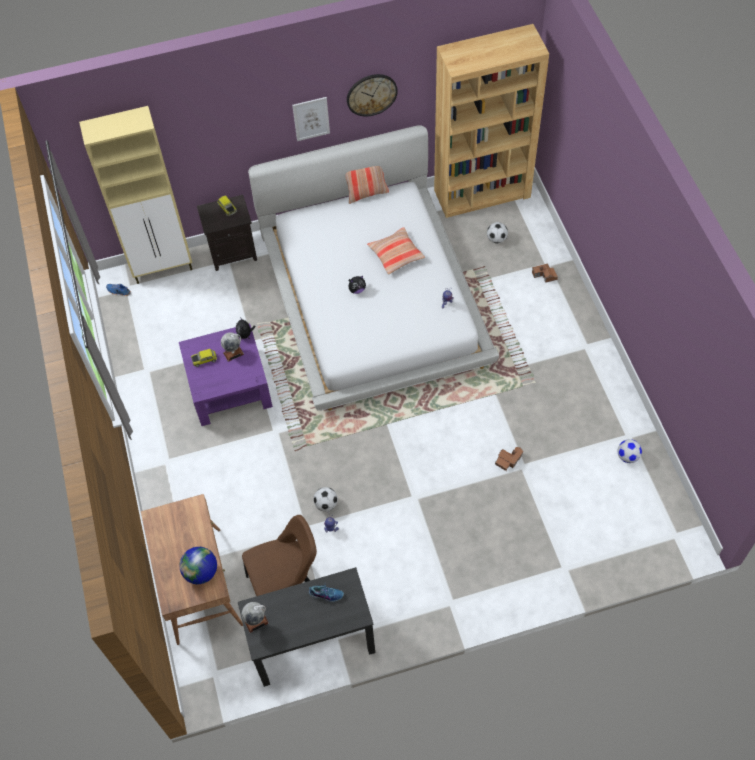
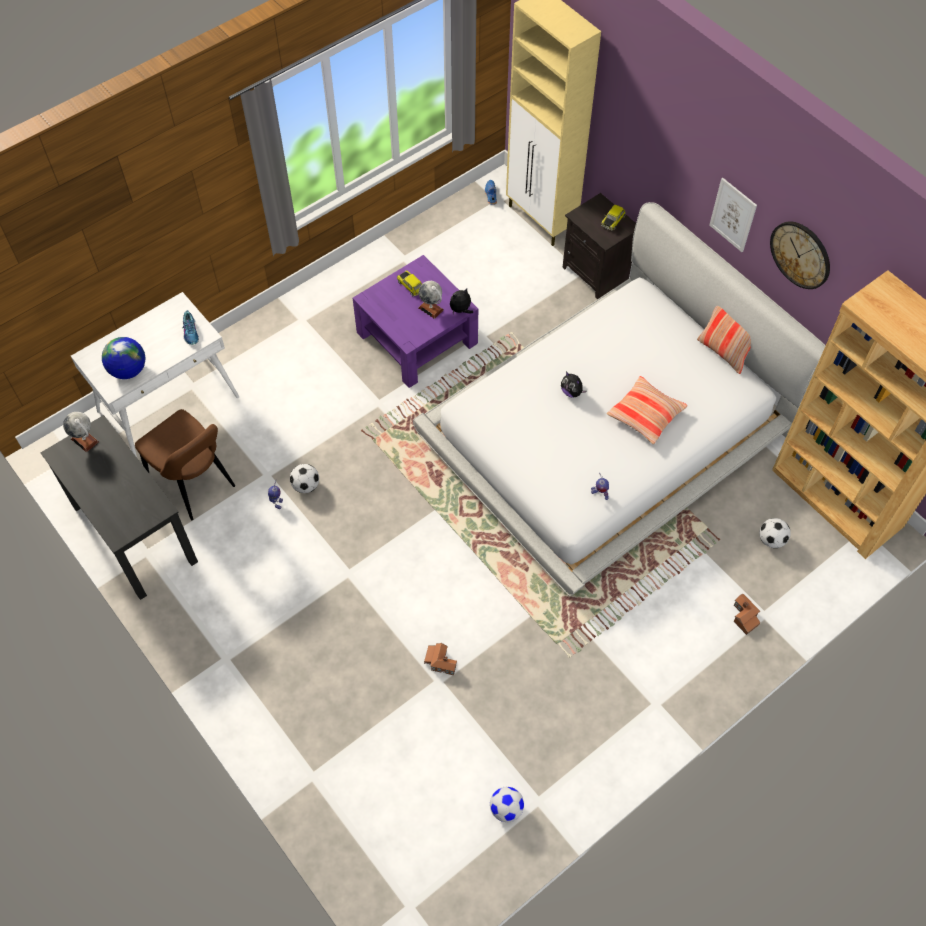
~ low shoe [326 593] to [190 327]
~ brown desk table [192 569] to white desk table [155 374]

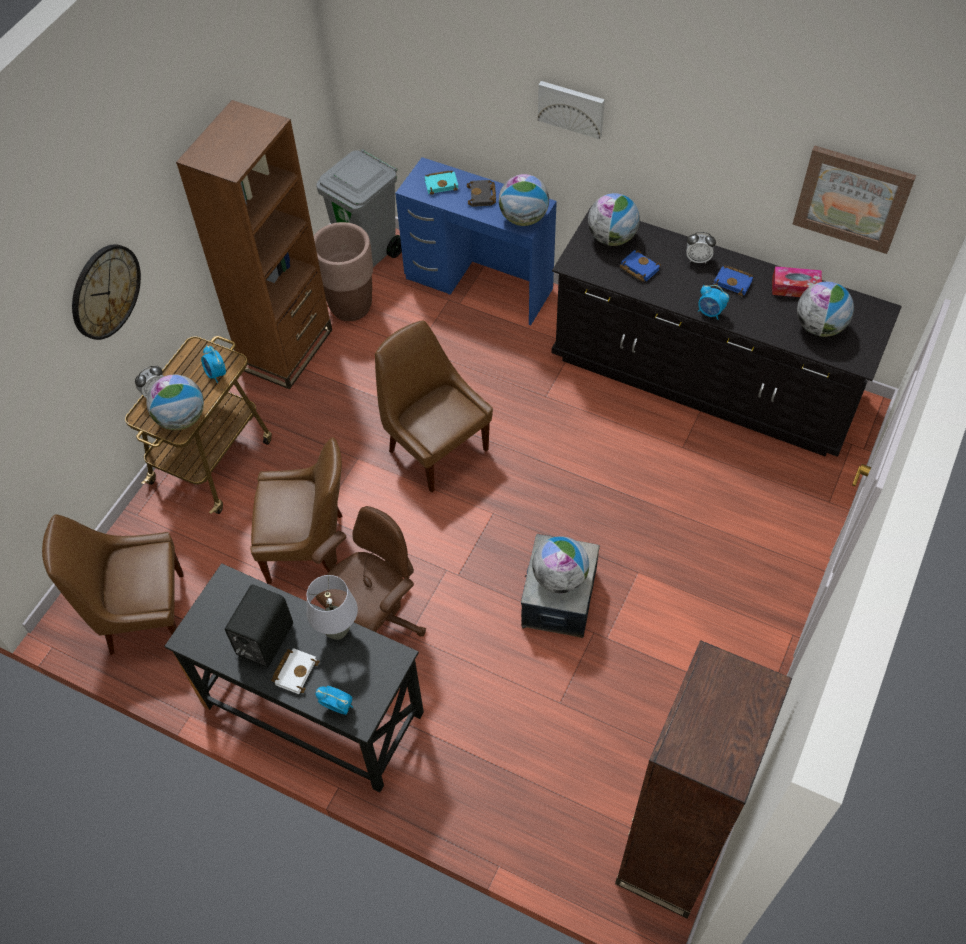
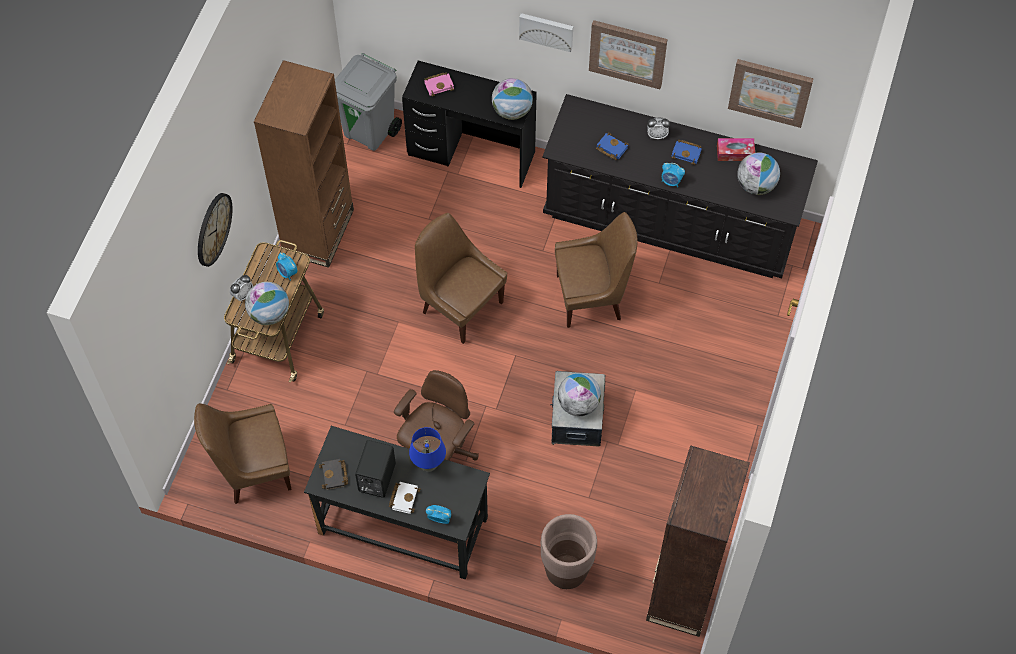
- desk globe [614 219]
+ wall picture [628 54]
~ brown upright chair [296 510] to [596 270]
~ brown planter [343 271] to [569 551]
~ black-coloured book [481 193] to [333 474]
~ grey tabletop lamp [332 607] to blue tabletop lamp [427 449]
~ blue desk table [476 241] to black-coloured desk table [469 124]
~ blue-green book [442 183] to pink-coloured book [439 84]

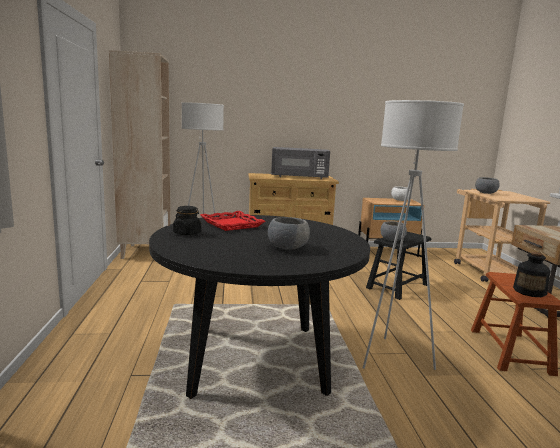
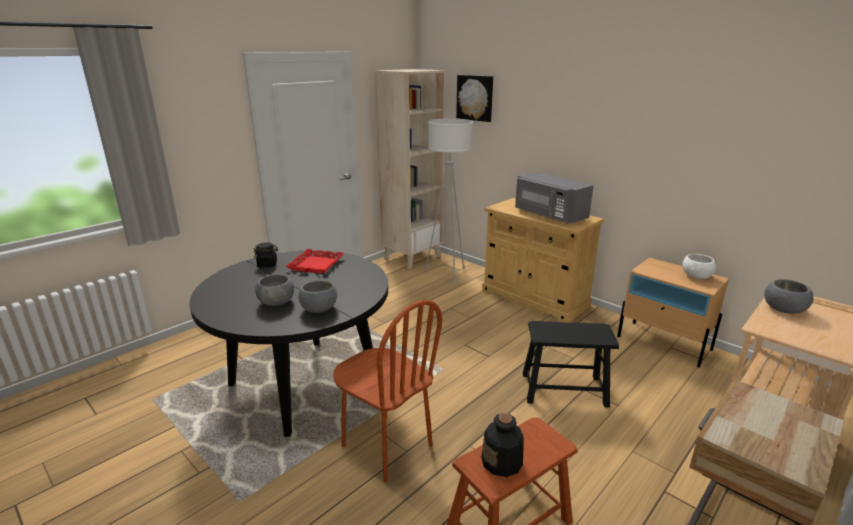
+ wall picture [474 98]
~ grey serving bowl [394 231] to [318 296]
~ white standard lamp [413 235] to brown upright chair [387 391]

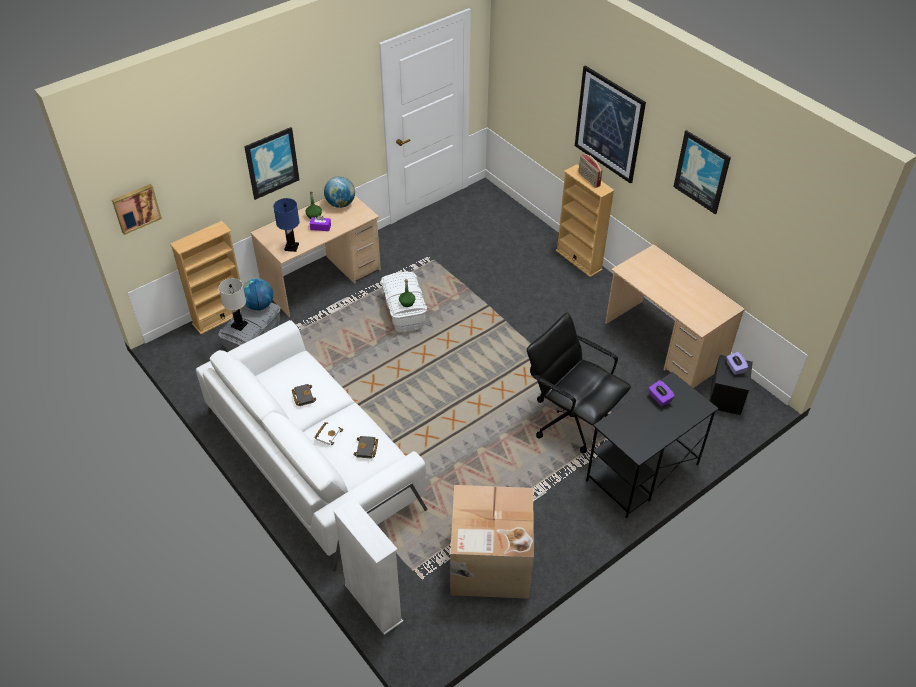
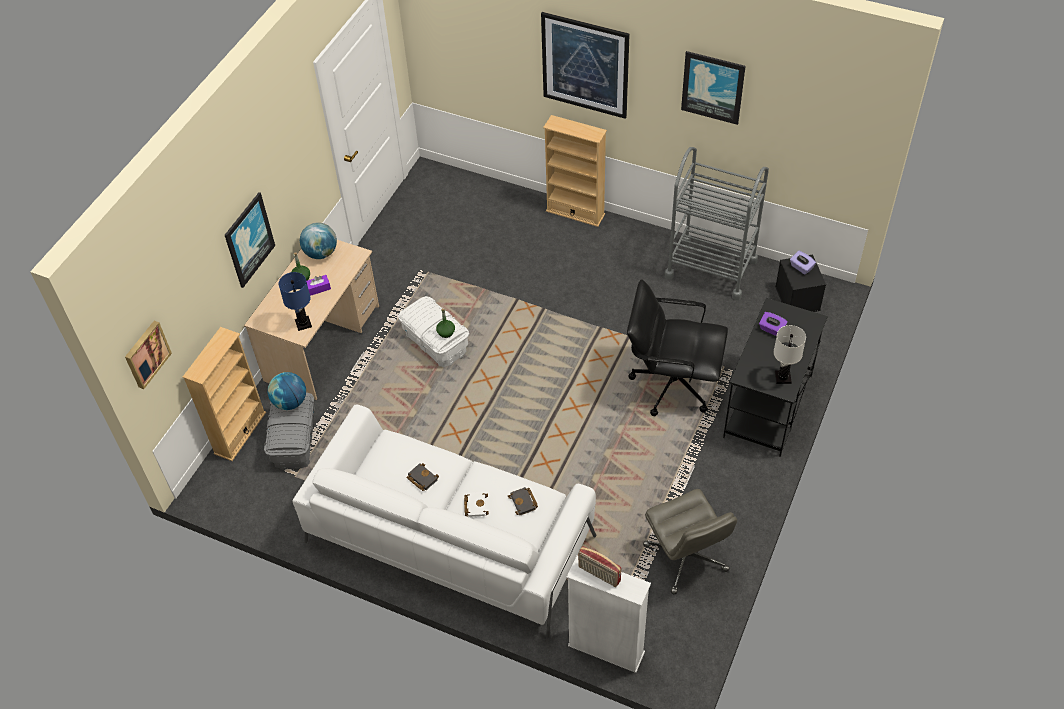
~ white tabletop lamp [233 304] to [790 354]
~ radio [590 171] to [599 566]
~ carton [492 542] to grey office chair [690 541]
~ beige desk table [675 316] to grey cart [717 223]

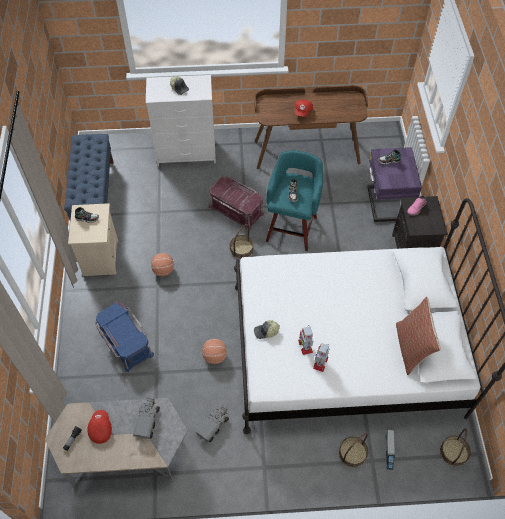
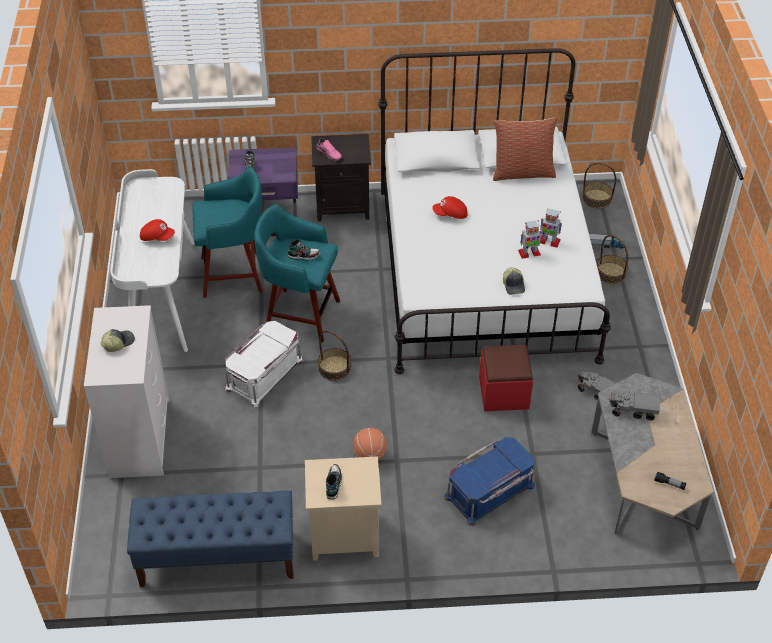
+ blue-green stool [227 232]
~ reddish baseball cap [99 427] to [450 207]
~ basketball [214 351] to reddish footrest [506 378]
~ reddish storage box [236 203] to white storage box [264 364]
~ brown desk table [311 127] to white desk table [152 260]

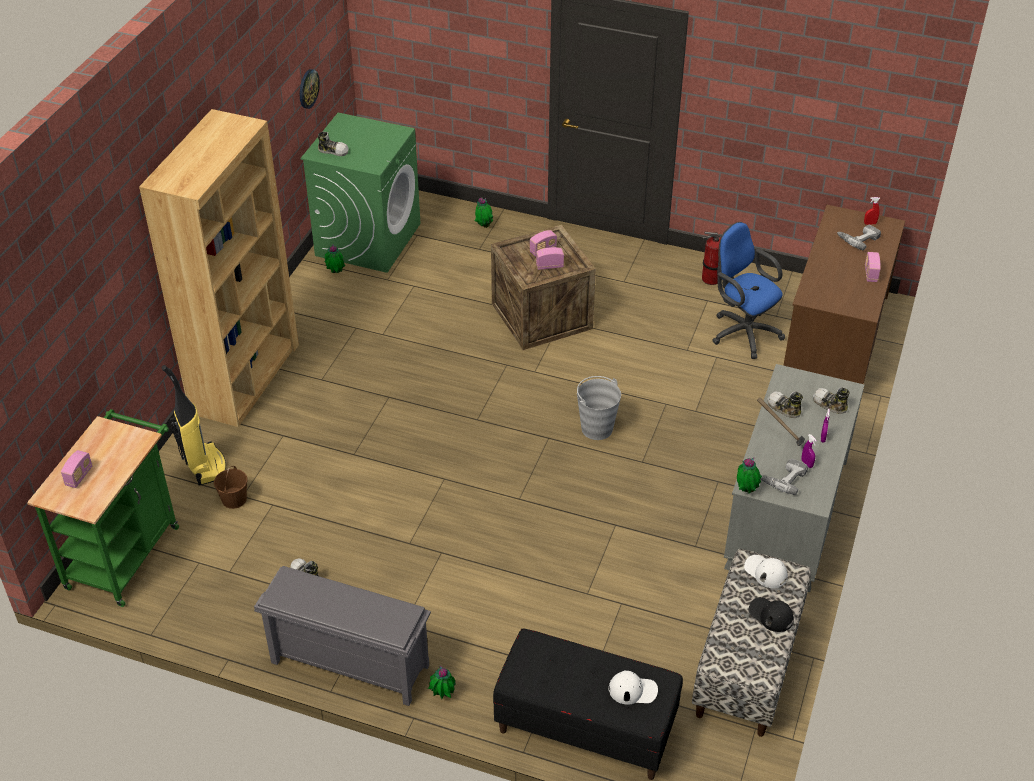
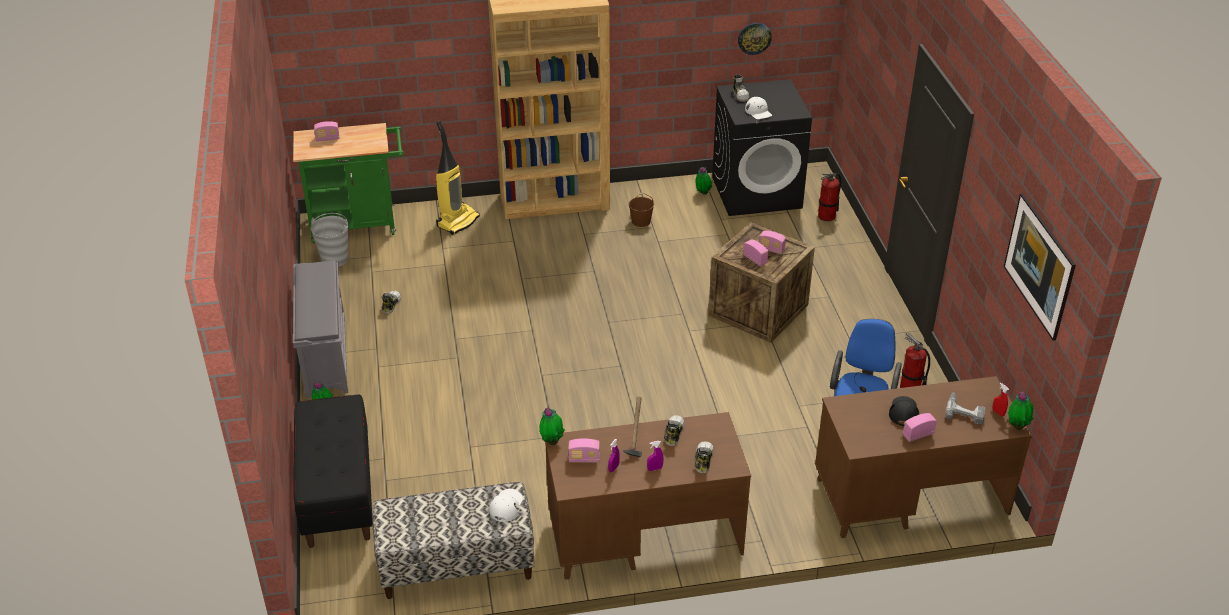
+ extinguisher [829 197]
+ wall picture [1040 267]
~ brown pail [231 487] to [641 210]
~ plant in a pot [484 212] to [1021 411]
~ grey pail [599 408] to [329 239]
~ white baseball cap [633 688] to [758 108]
~ black-coloured baseball cap [771 614] to [904 411]
~ power drill [784 477] to radio [584 450]
~ greenish laundry appliance [360 192] to black-coloured laundry appliance [762 147]
~ grey desk table [794 478] to brown desk table [648 496]

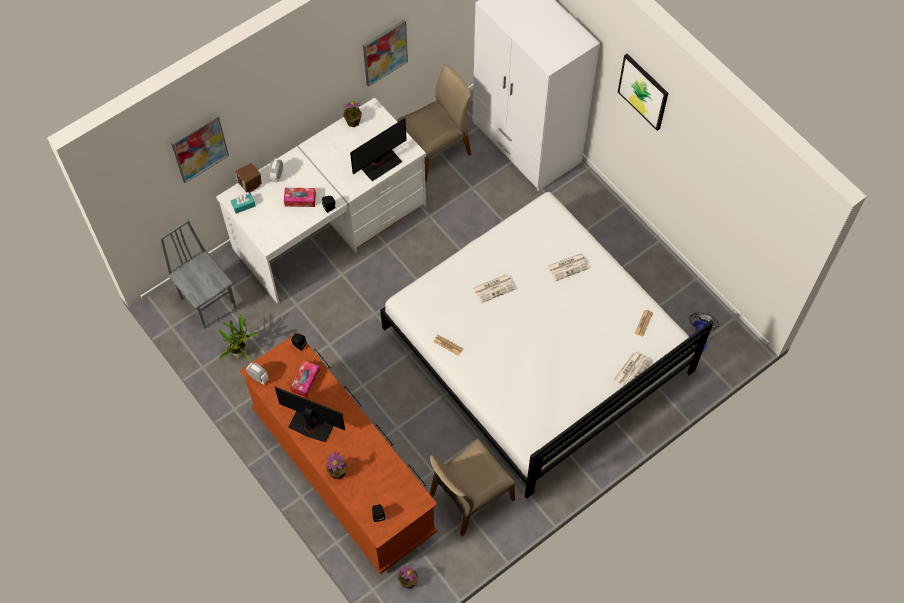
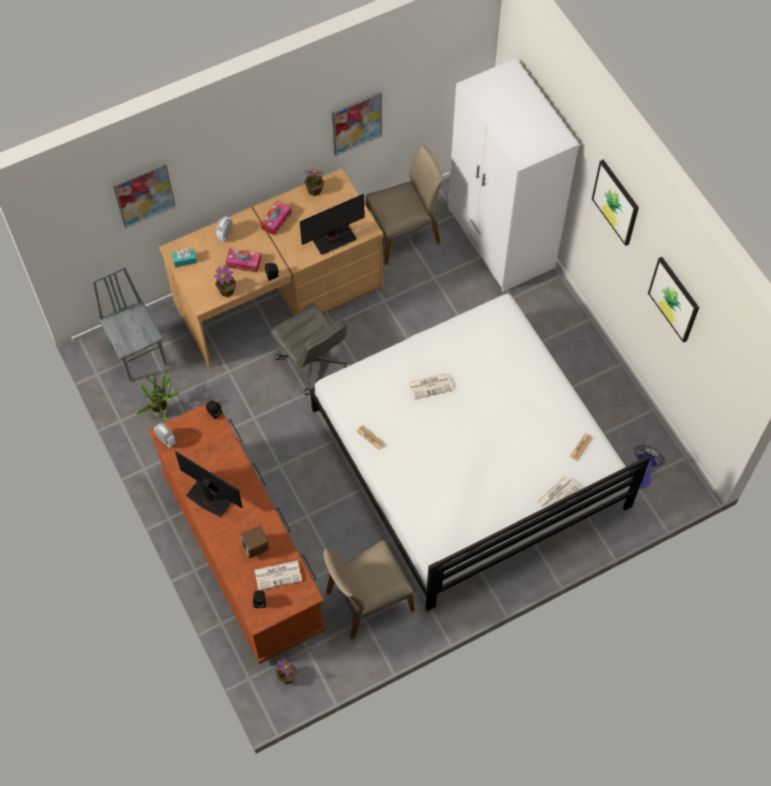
+ grey office chair [310 349]
+ wall picture [673 300]
~ brown speaker [248 178] to [254 542]
~ tissue box [305 379] to [275 218]
~ plant in a pot [336 465] to [225 281]
~ printed paper [568 267] to [278 575]
~ white desk table [321 201] to brown desk table [271 268]

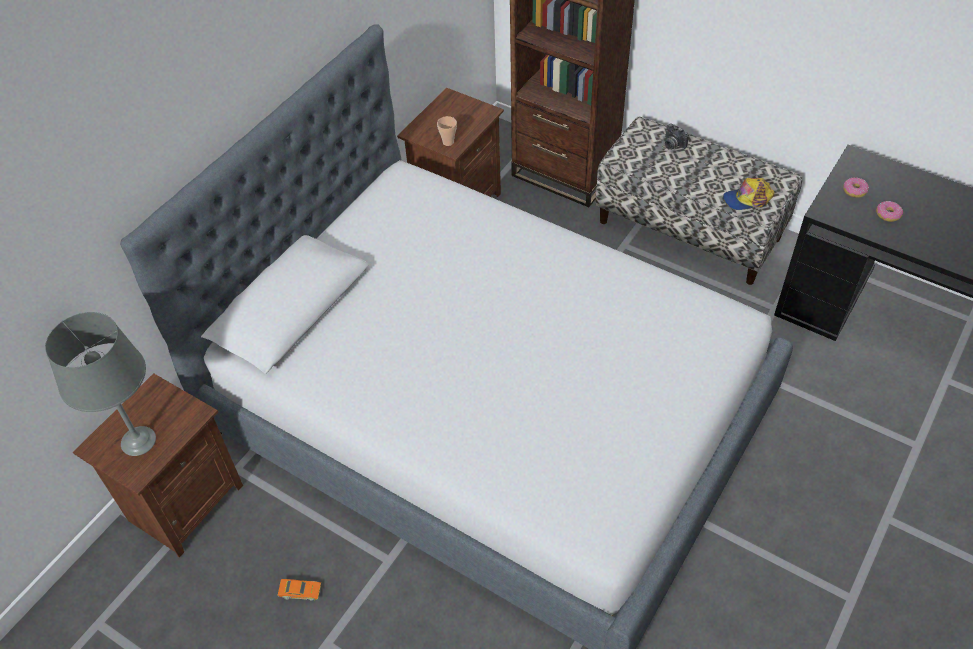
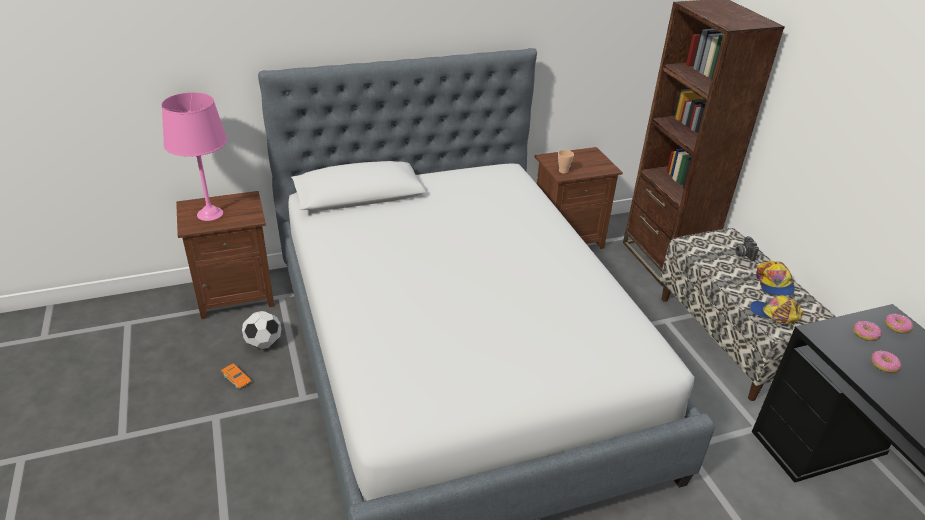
+ ball for football [261 330]
+ baseball cap [775 278]
+ doughnut [899 324]
~ grey tabletop lamp [100 384] to pink-coloured tabletop lamp [194 156]

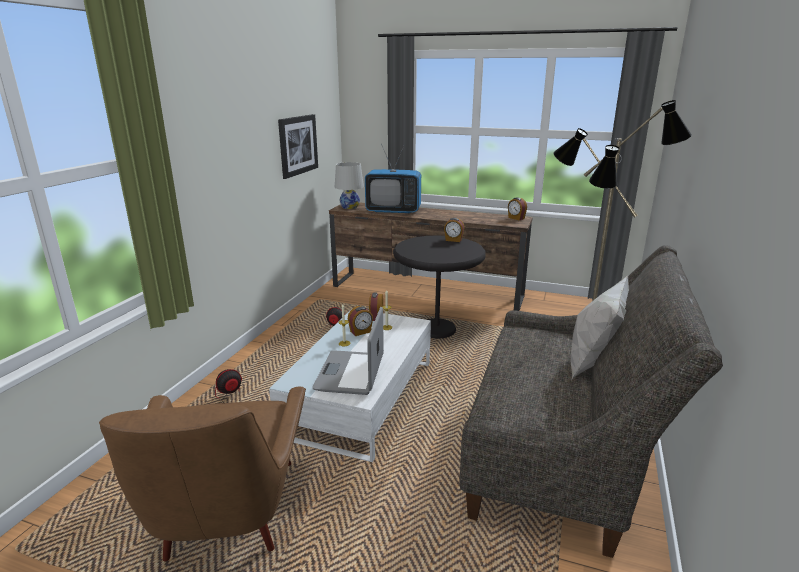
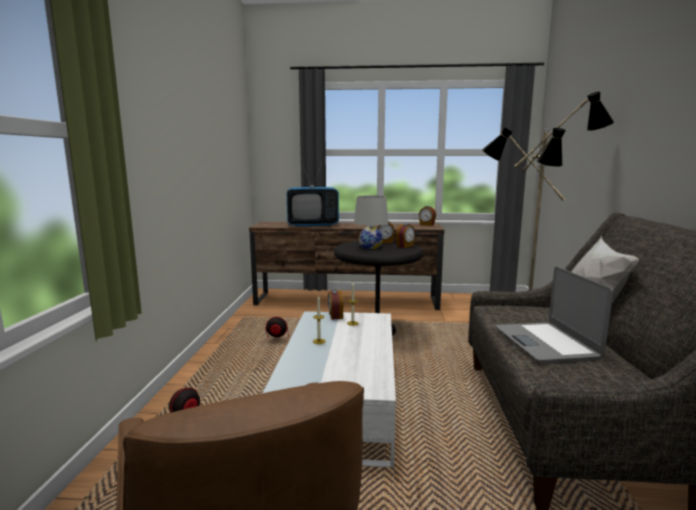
- wall picture [298 146]
~ notebook computer [348 351] to [554 315]
~ white tabletop lamp [349 185] to [371 222]
~ table clock [360 321] to [405 236]

